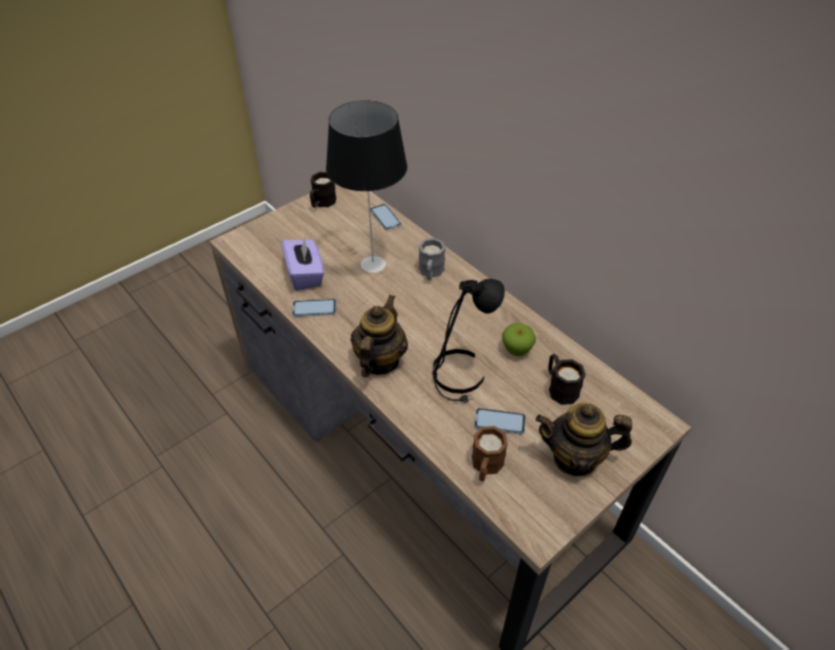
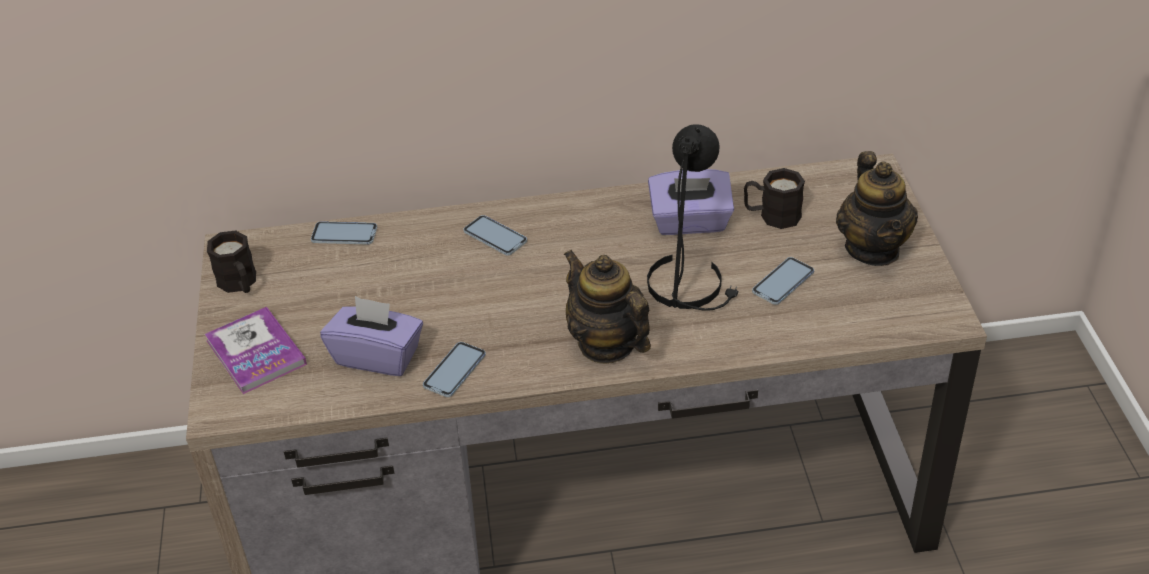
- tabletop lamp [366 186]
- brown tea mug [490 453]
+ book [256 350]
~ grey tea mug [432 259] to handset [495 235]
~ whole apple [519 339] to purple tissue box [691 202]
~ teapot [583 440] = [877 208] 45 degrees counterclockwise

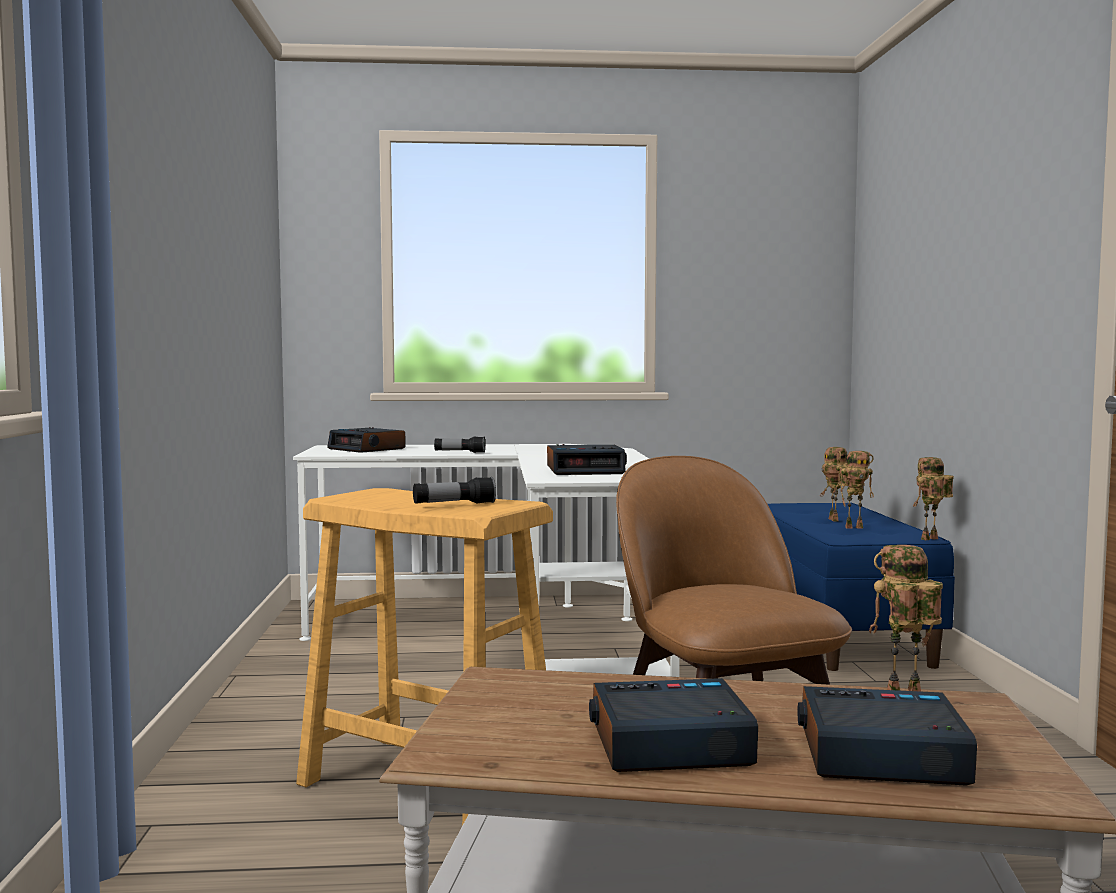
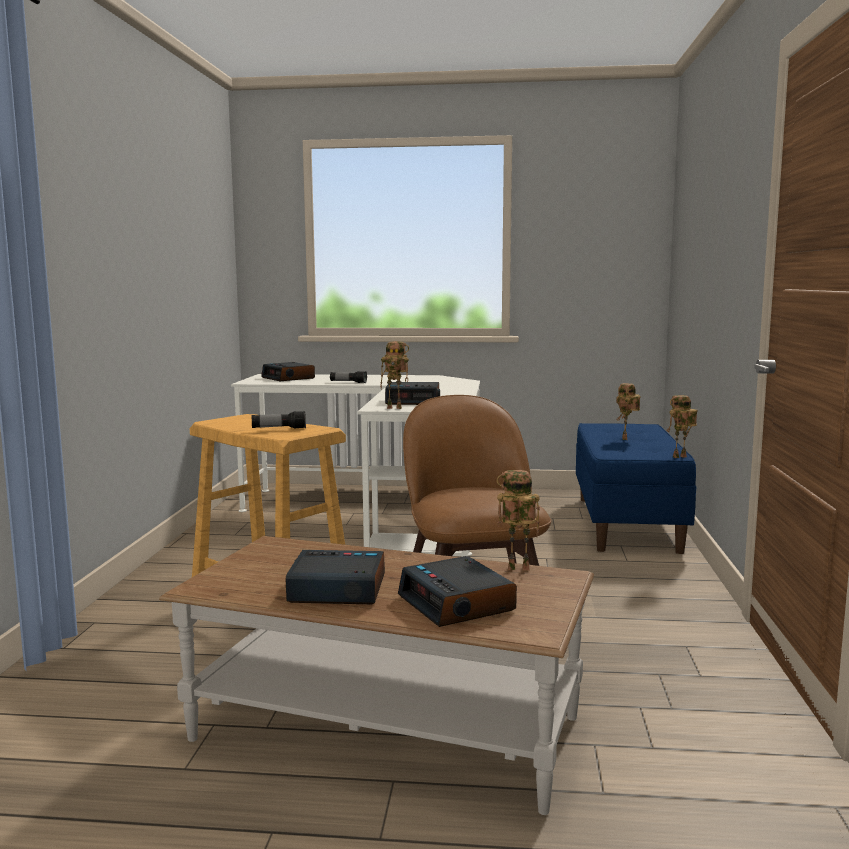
~ robot figure [856 490] to [394 375]
~ table clock [887 736] = [457 591] 135 degrees counterclockwise

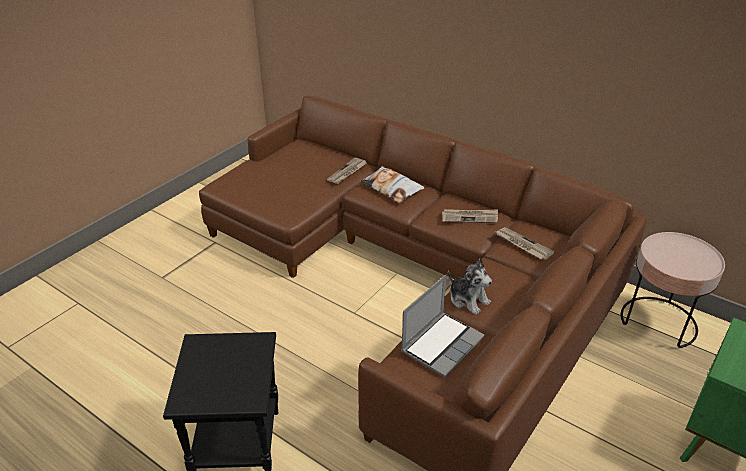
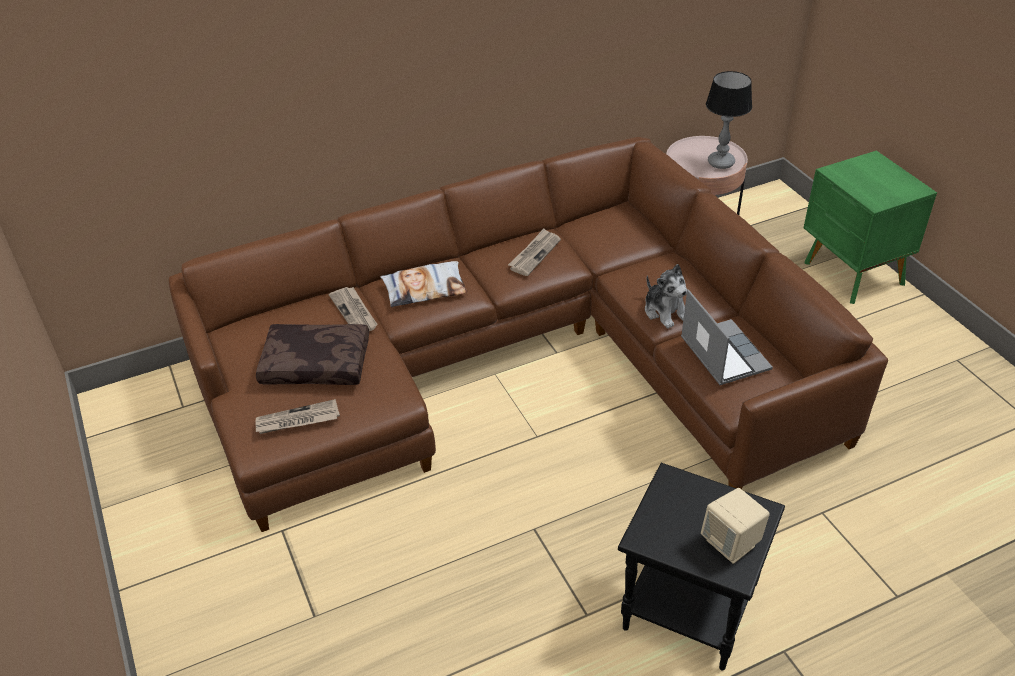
+ brown throw pillow [312 354]
+ beige speaker [735 526]
+ tabletop lamp [729 120]
~ printed paper [525 243] to [297 416]
~ soft toy [470 286] = [666 296] 75 degrees clockwise

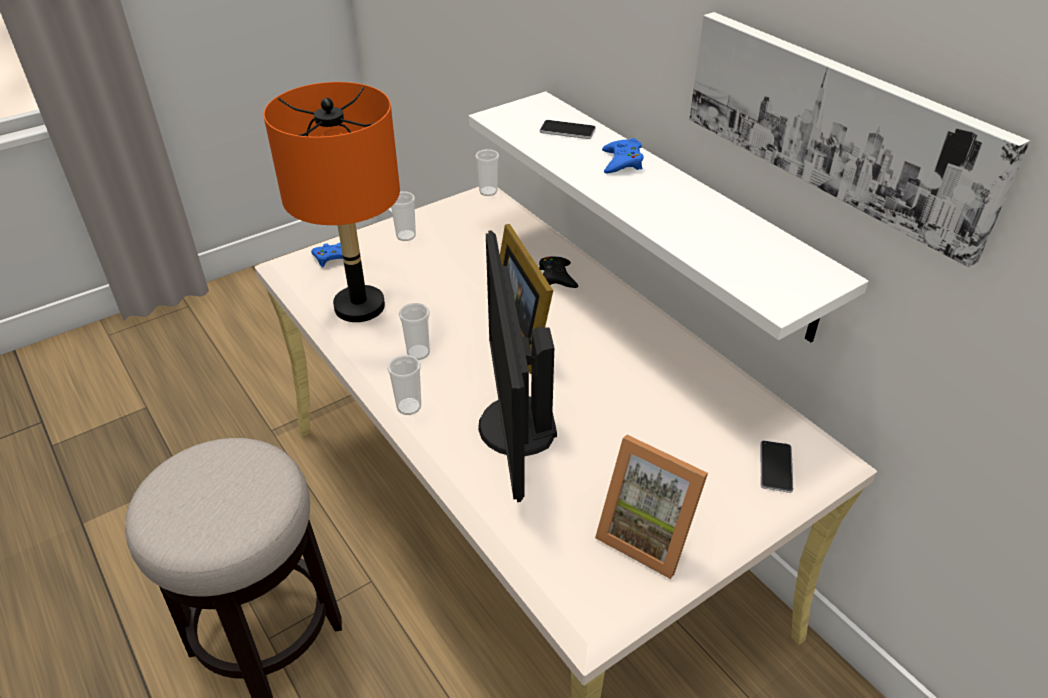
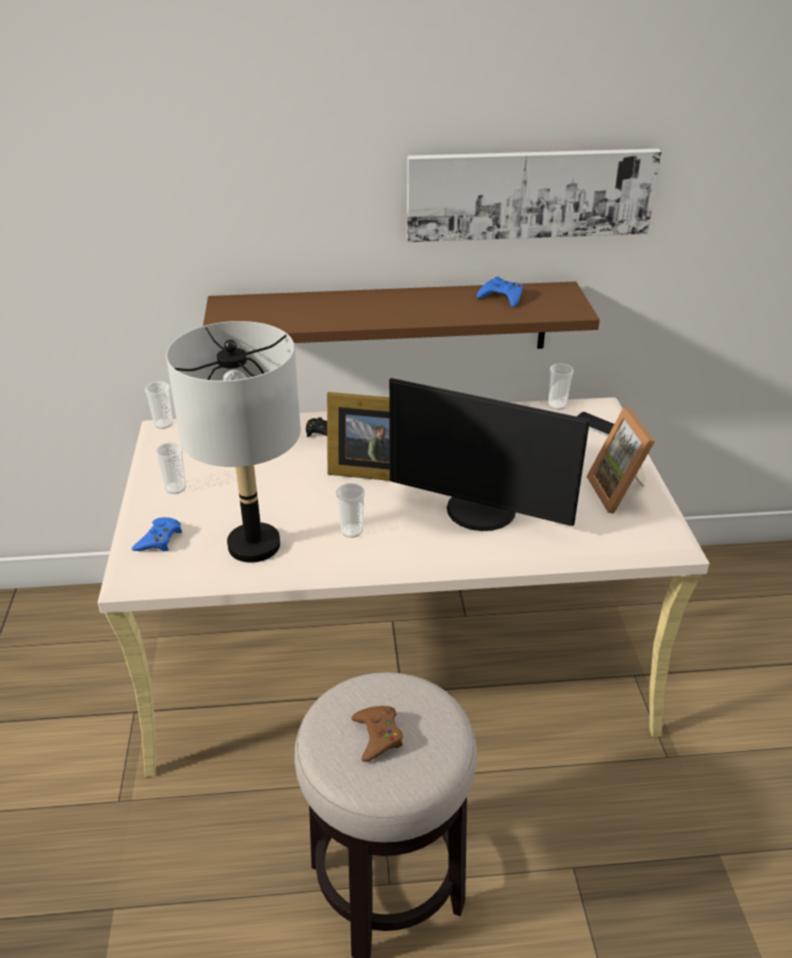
- handset [568 129]
+ brown game controller [377 734]
~ small cup [404 385] to [561 387]
~ blue game controller [623 155] to [500 291]
~ orange tabletop lamp [331 202] to grey tabletop lamp [233 442]
~ white shelf [669 216] to brown shelf [401 315]
~ picture frame [651 507] = [620 460] 105 degrees clockwise

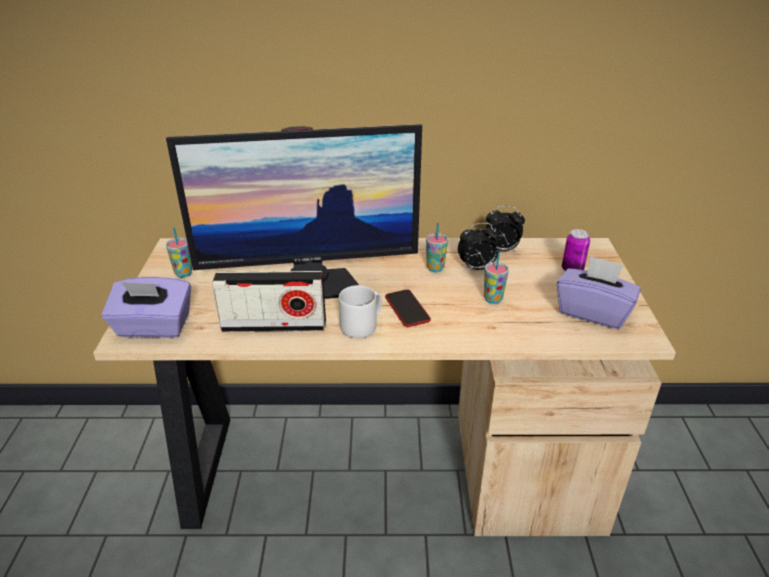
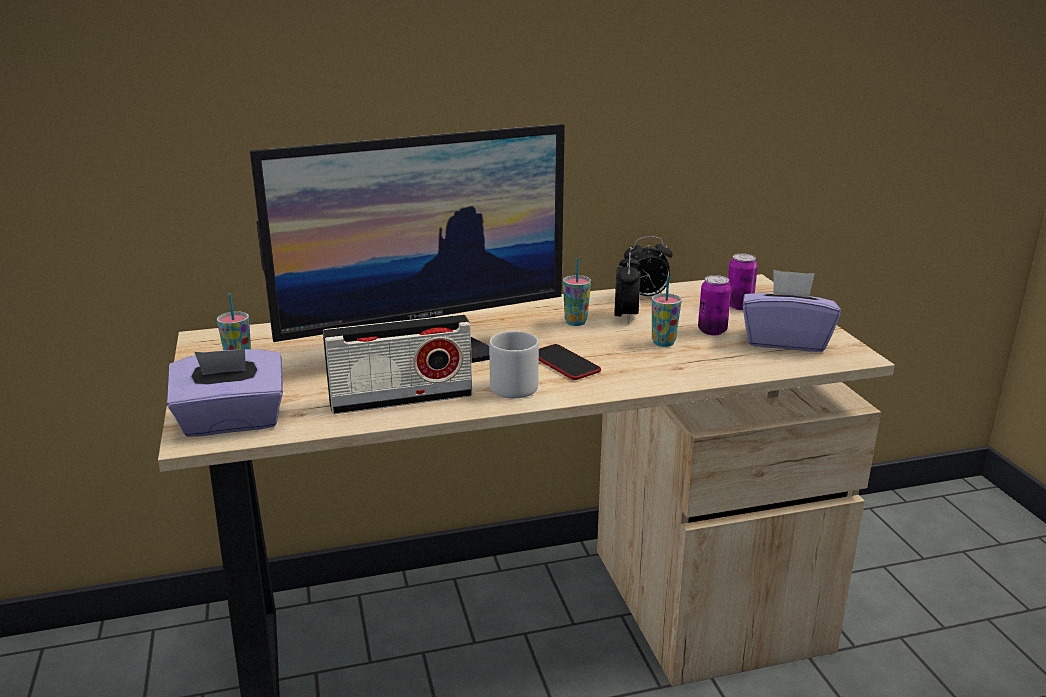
+ can [714 305]
~ table clock [479 247] = [628 288] 60 degrees counterclockwise

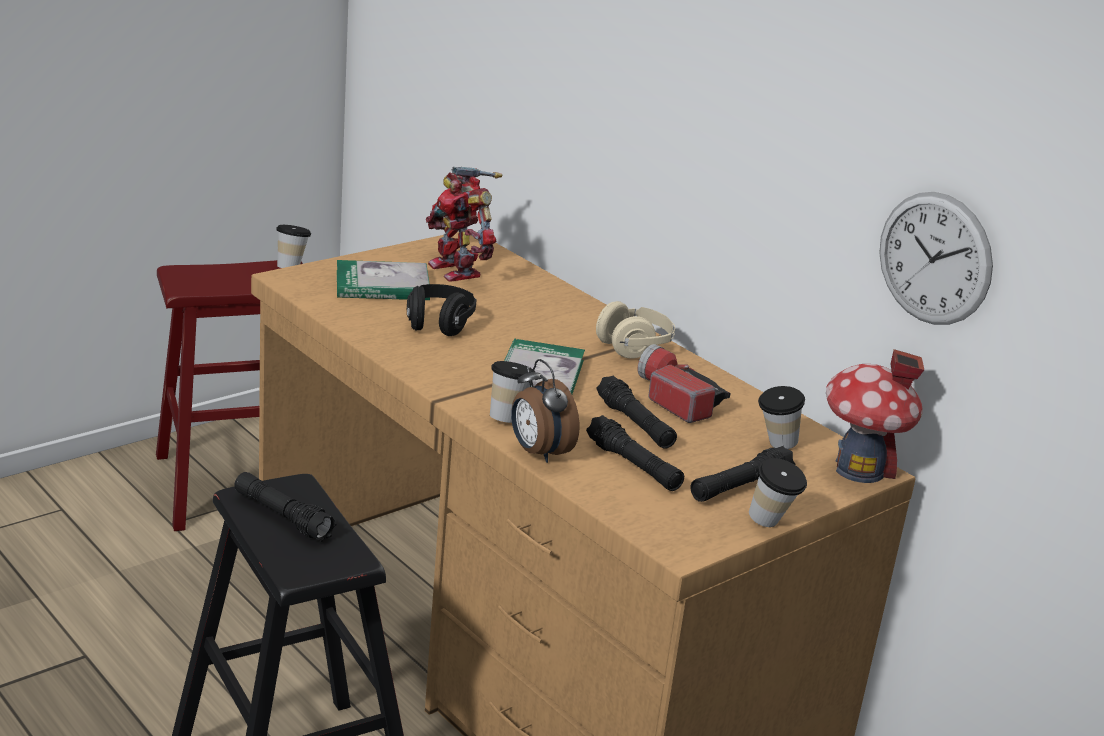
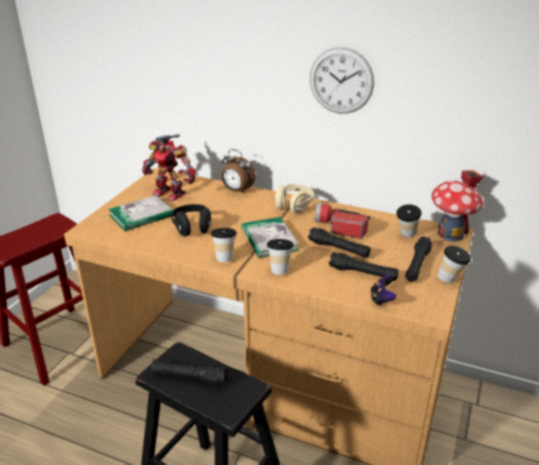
+ game controller [384 290]
~ small cup [293 246] to [224 245]
~ table clock [545 411] to [238 171]
~ hanging clock [936 258] to [342 80]

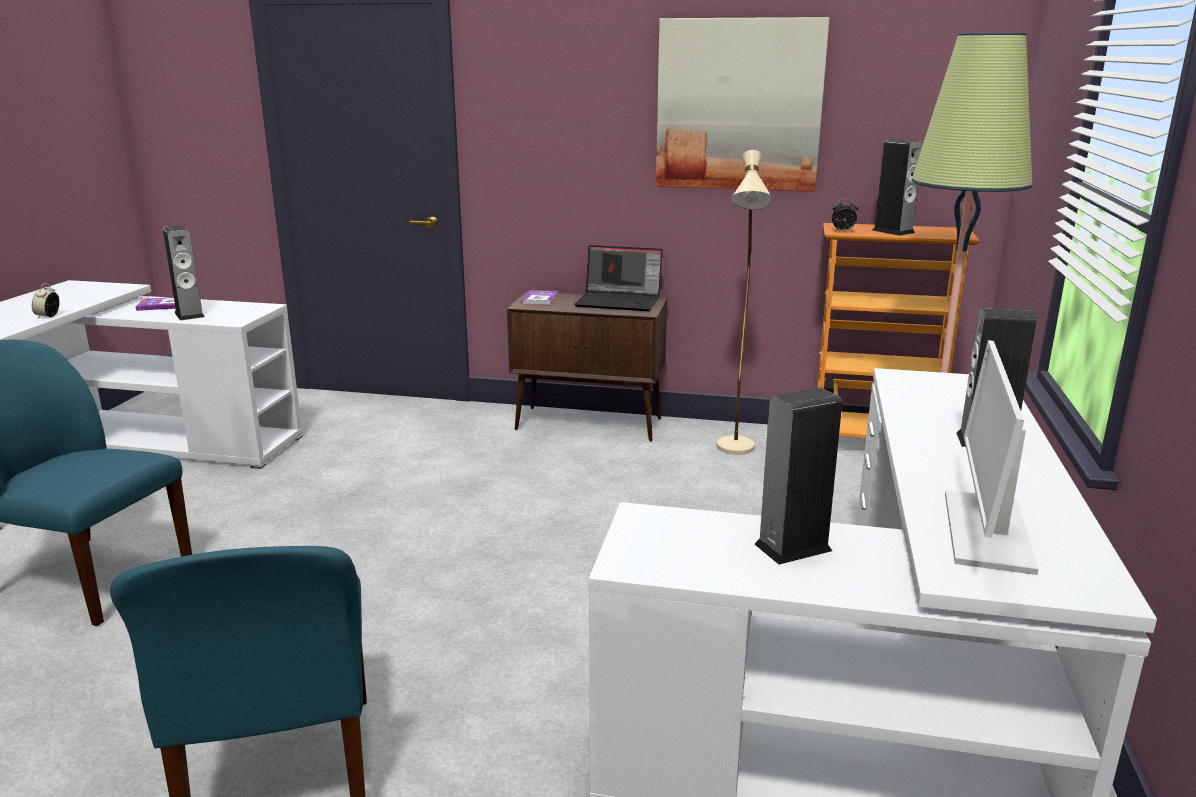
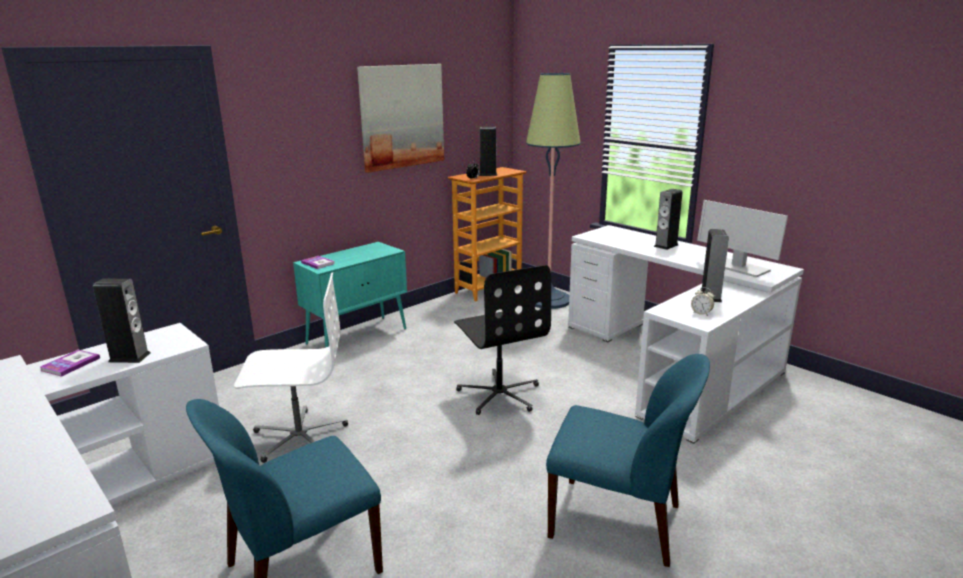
- notebook computer [618 278]
- beige standard lamp [744 302]
+ white office chair [291 368]
+ black-coloured office chair [502 340]
~ table clock [45 301] to [702 302]
~ brown cupboard [587 366] to blue-green cupboard [350 295]

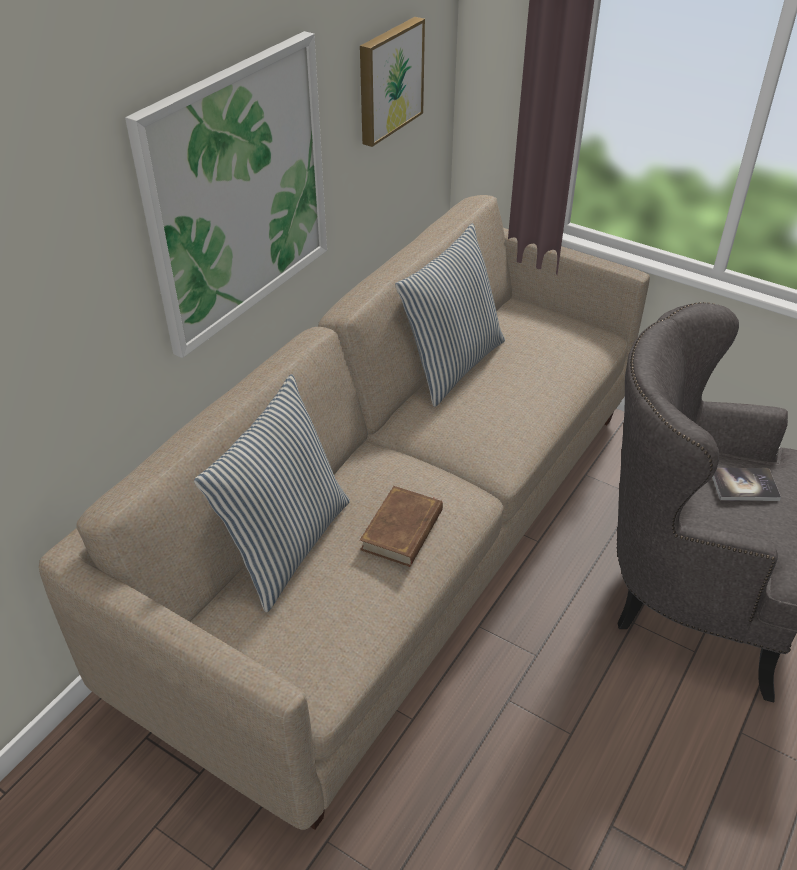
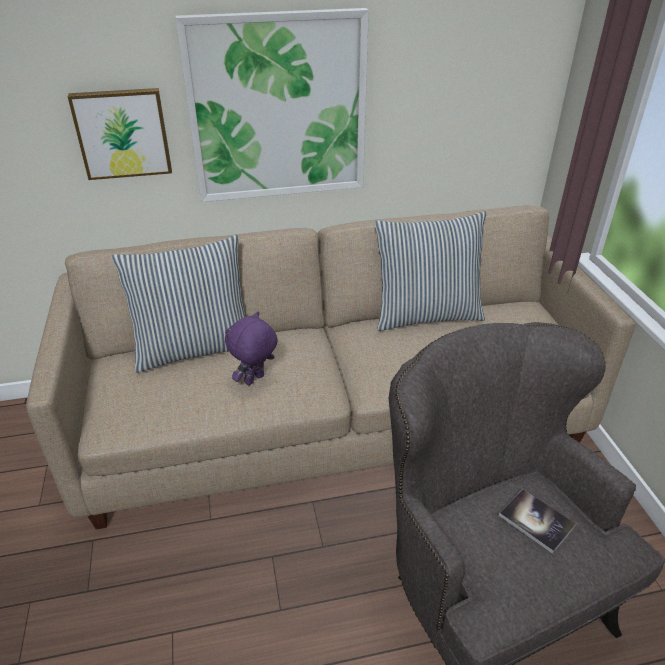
~ wall picture [392 82] to [119 134]
~ brown book [401 526] to purple soft toy [251 348]

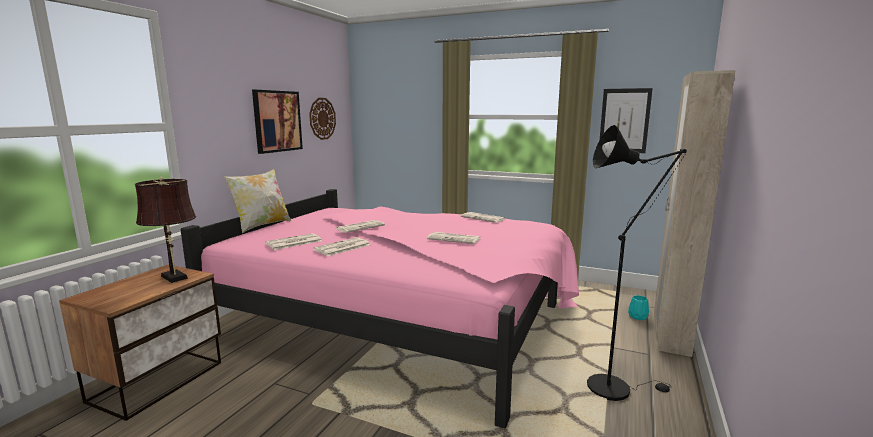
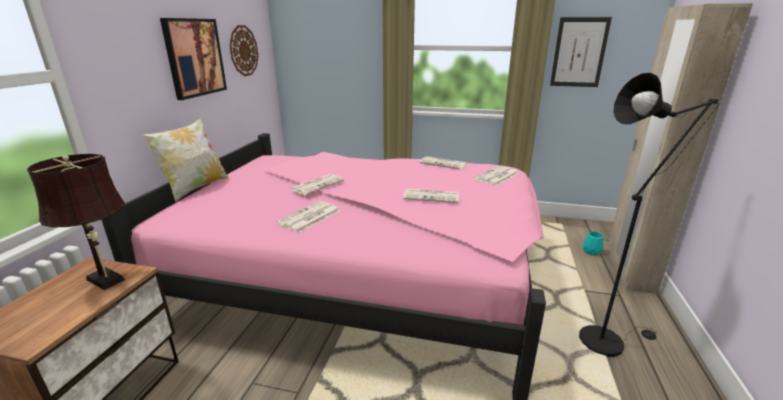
~ printed paper [293 241] to [496 176]

